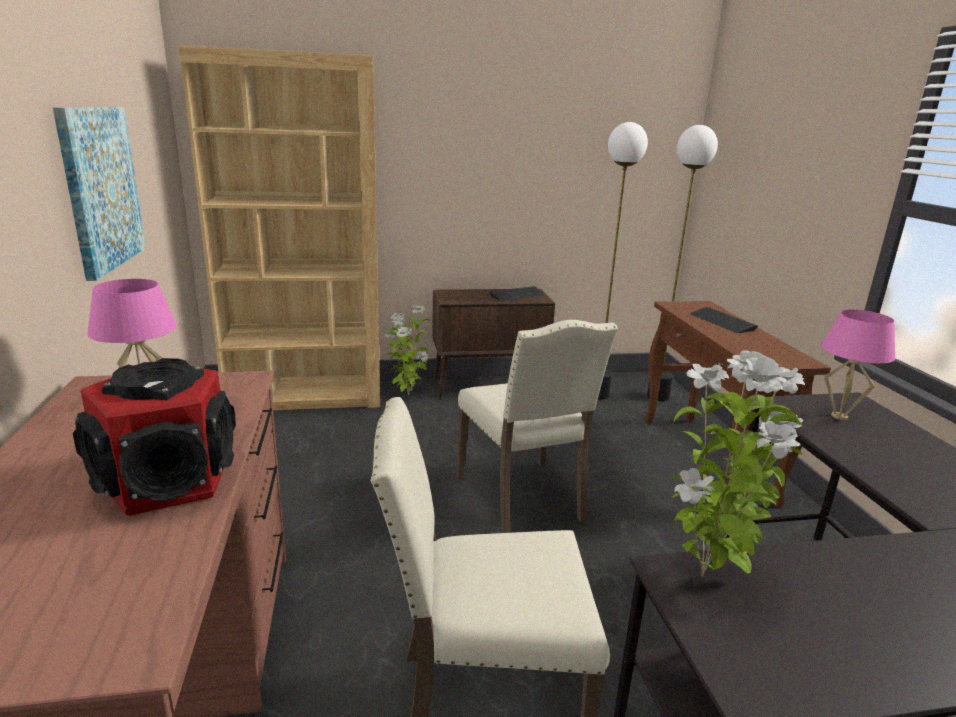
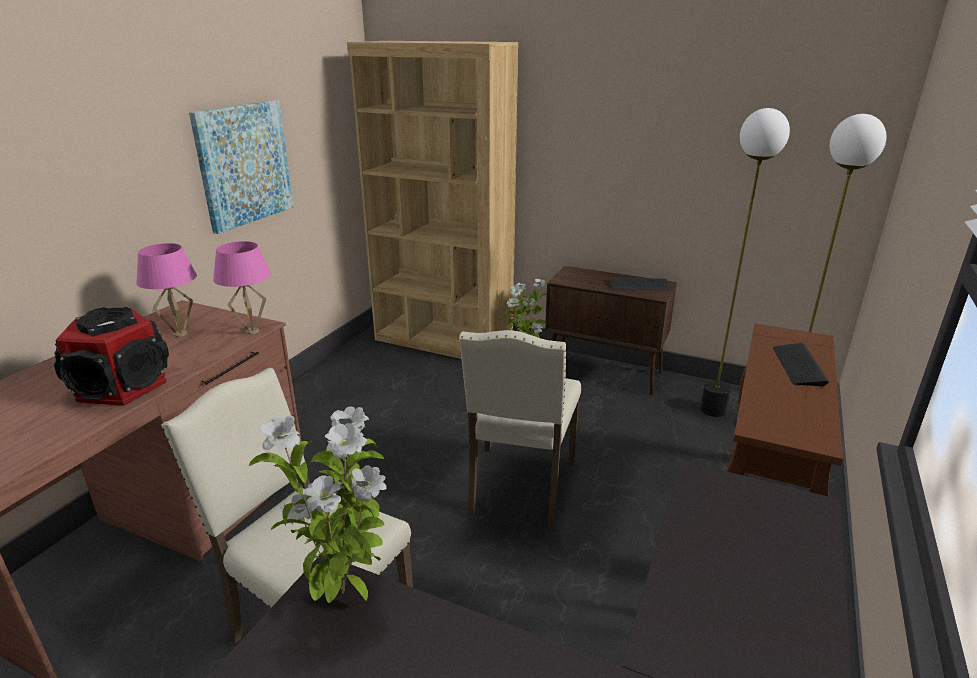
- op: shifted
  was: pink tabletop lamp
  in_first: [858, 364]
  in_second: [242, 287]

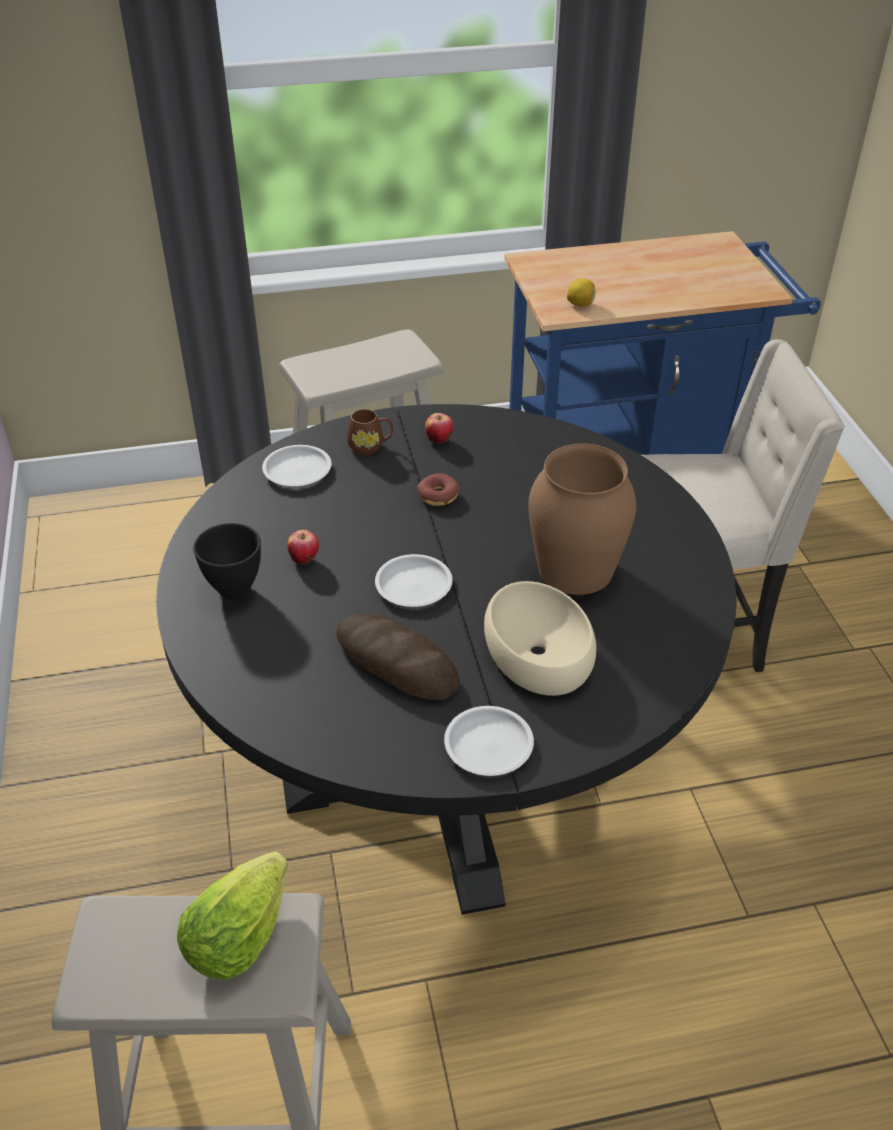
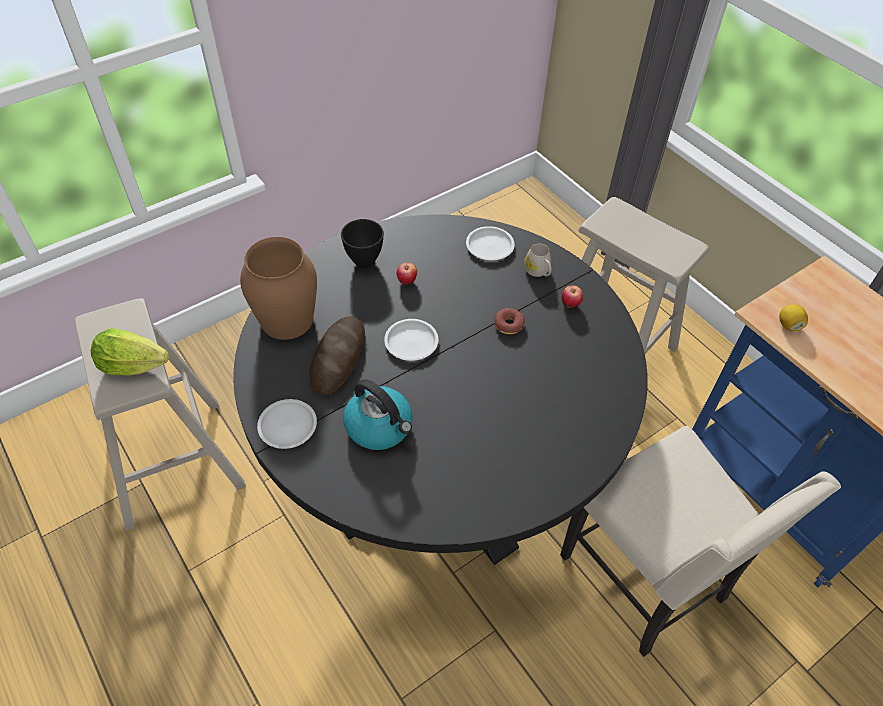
- op: shifted
  was: brown decorative vase
  in_first: [582, 519]
  in_second: [278, 288]
- op: swapped
  was: beige serving bowl
  now: tea kettle
  in_first: [540, 638]
  in_second: [378, 414]
- op: repainted
  was: brown mug
  now: white mug
  in_first: [370, 432]
  in_second: [537, 260]

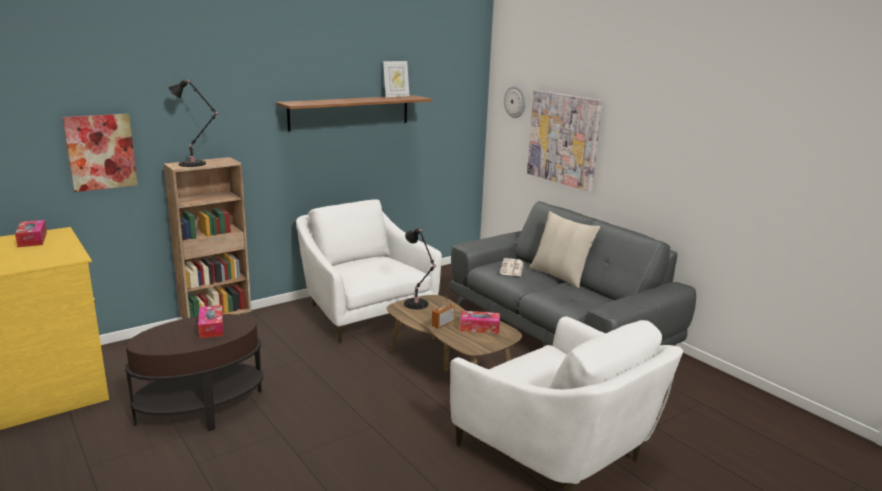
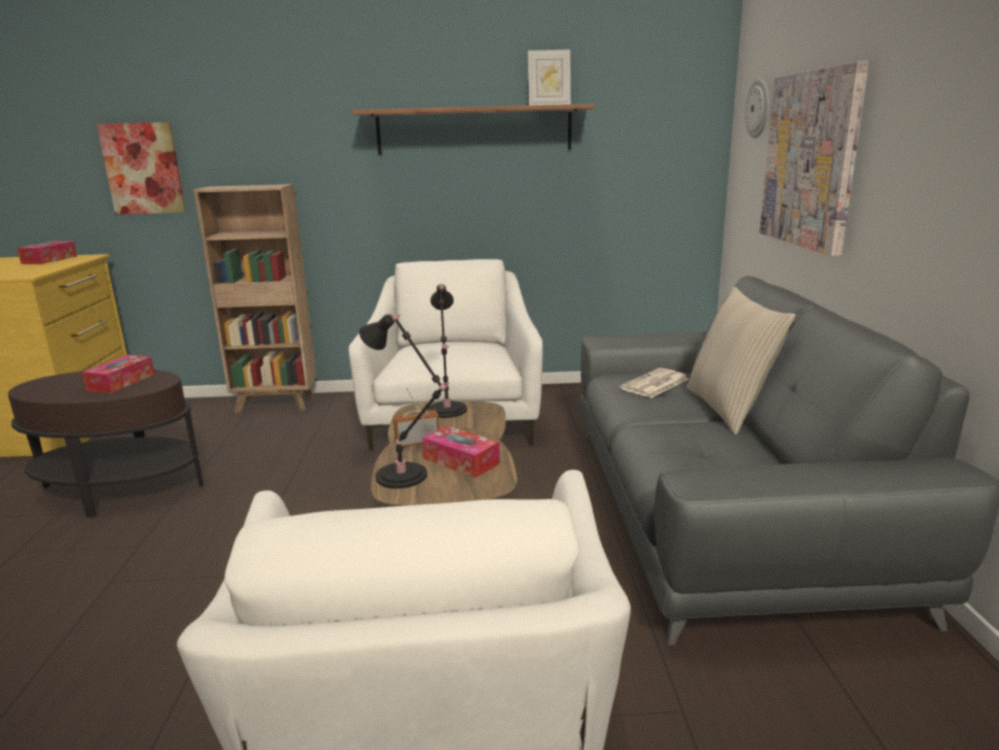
- op: shifted
  was: black tabletop lamp
  in_first: [193, 123]
  in_second: [404, 401]

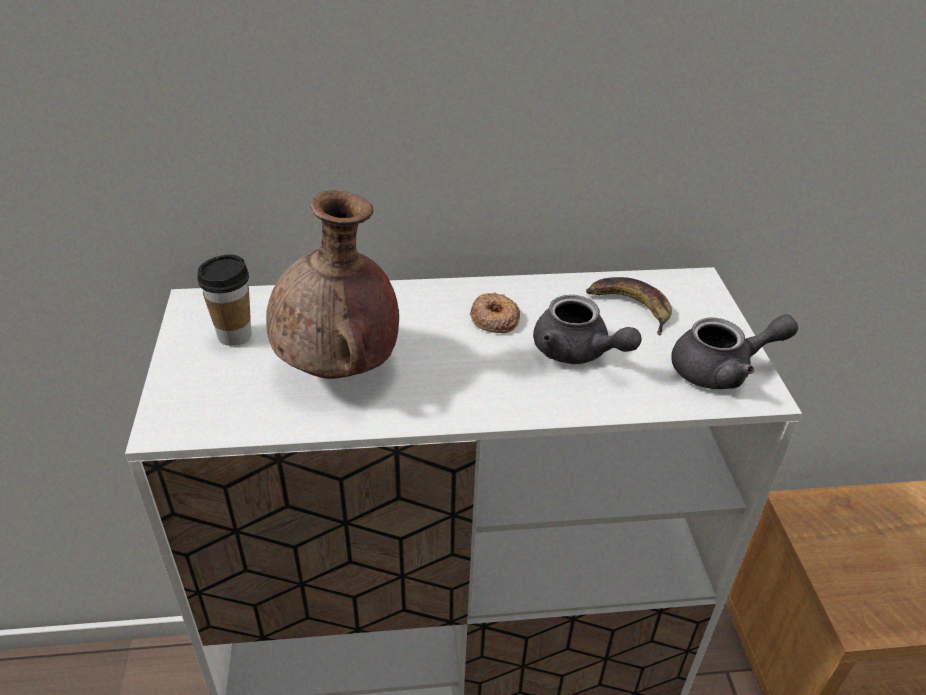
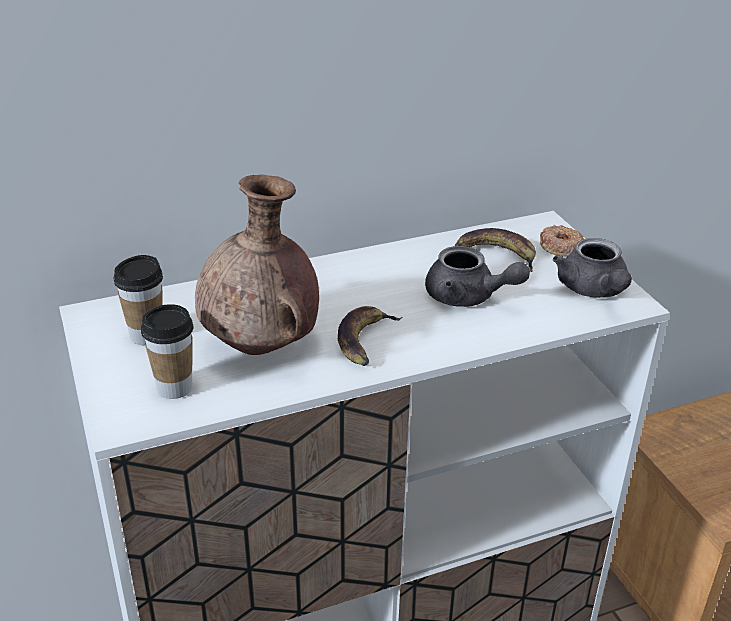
- op: new
  now: drinking cup
  in_second: [167, 351]
- op: new
  now: whole banana
  in_second: [370, 336]
- op: shifted
  was: ring doughnut
  in_first: [495, 312]
  in_second: [562, 241]
- op: rotated
  was: greyish pot for tea
  in_first: [734, 351]
  in_second: [592, 268]
  clockwise: 105

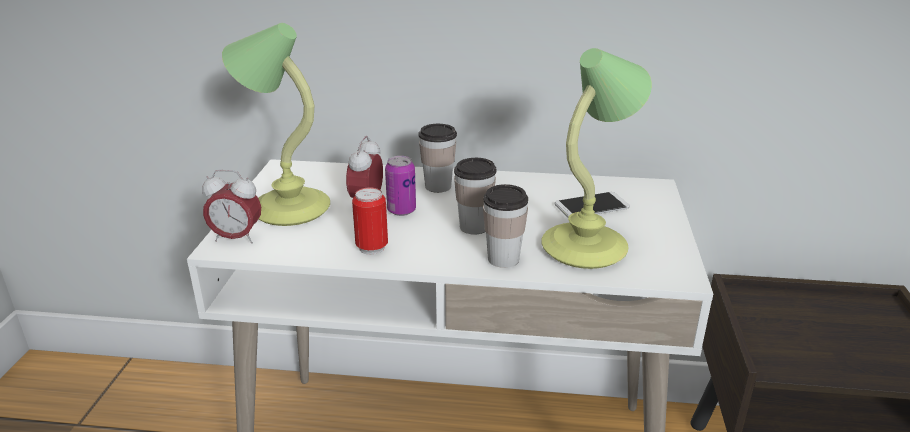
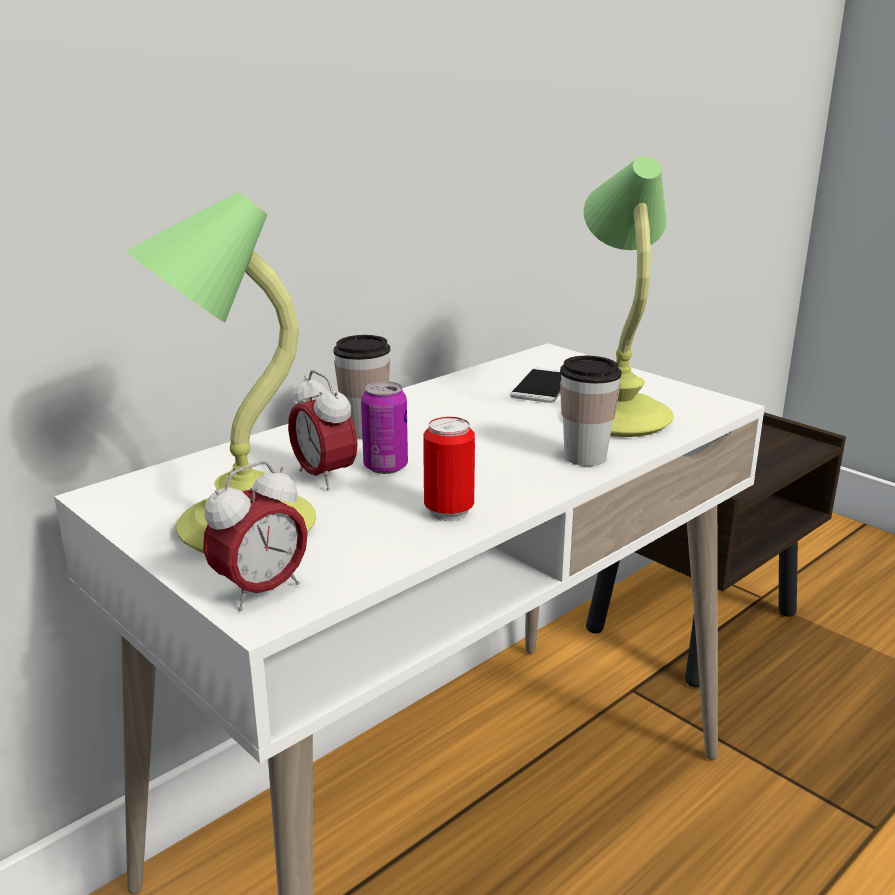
- op: gone
  was: drinking cup
  in_first: [475, 196]

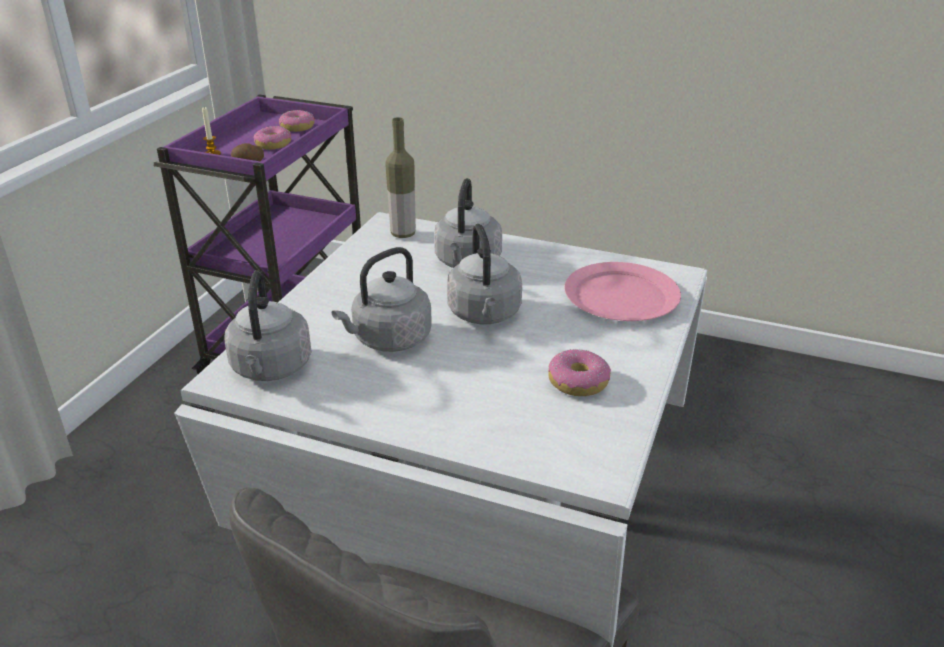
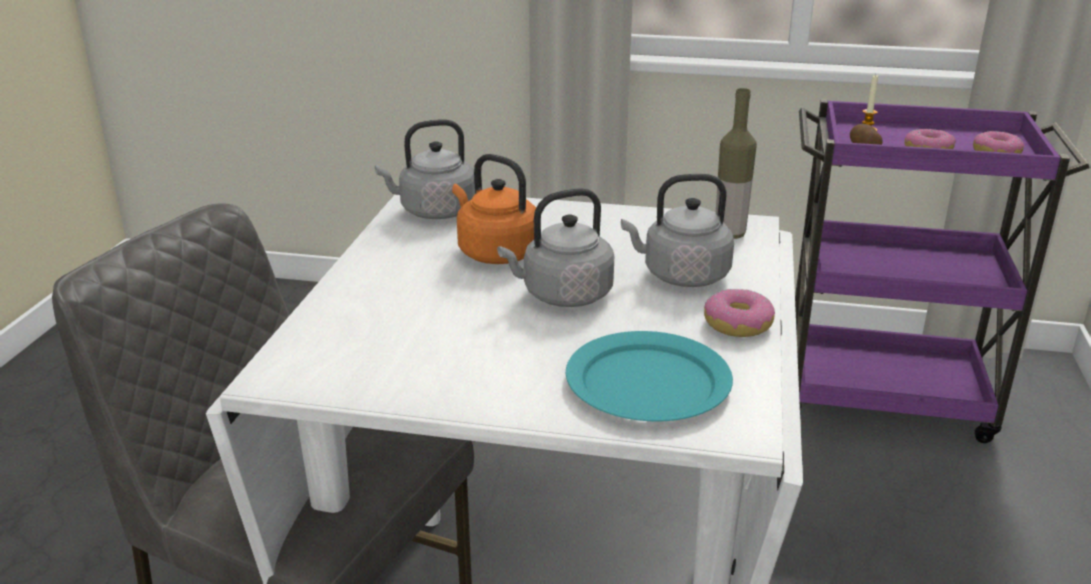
- op: repainted
  was: greyish tea kettle
  now: orange tea kettle
  in_first: [382, 299]
  in_second: [494, 209]
- op: repainted
  was: pink dinner plate
  now: turquoise-coloured dinner plate
  in_first: [622, 291]
  in_second: [649, 376]
- op: shifted
  was: ring doughnut
  in_first: [579, 372]
  in_second: [739, 313]

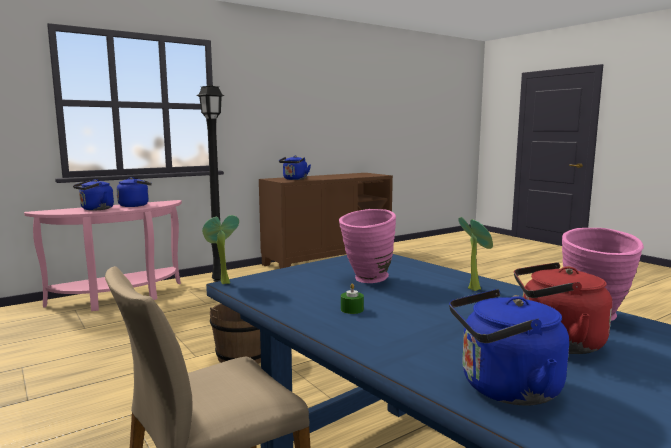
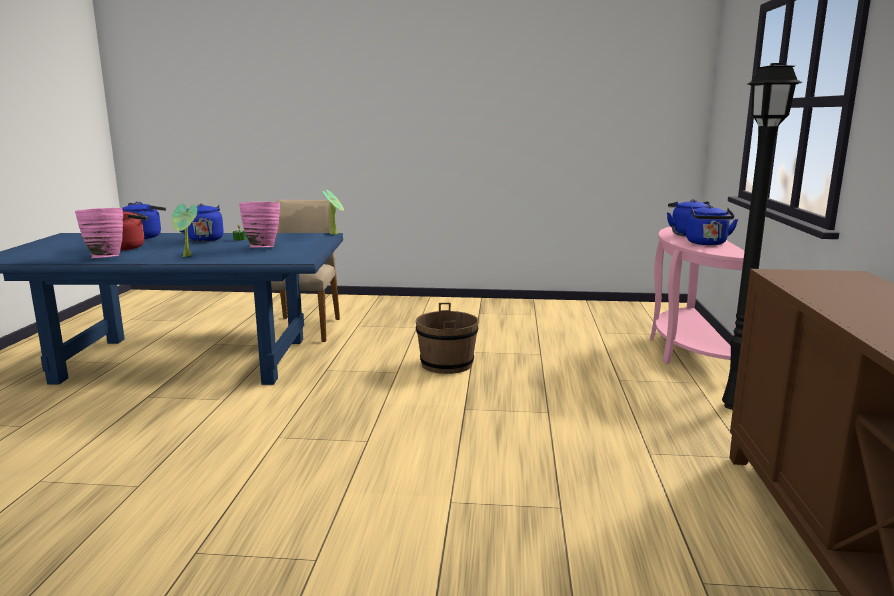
- op: shifted
  was: blue tea kettle
  in_first: [295, 168]
  in_second: [202, 222]

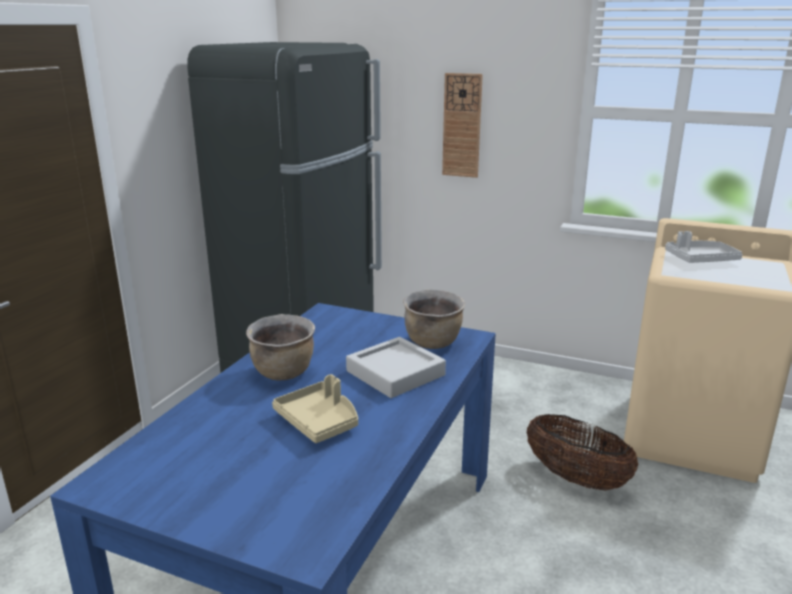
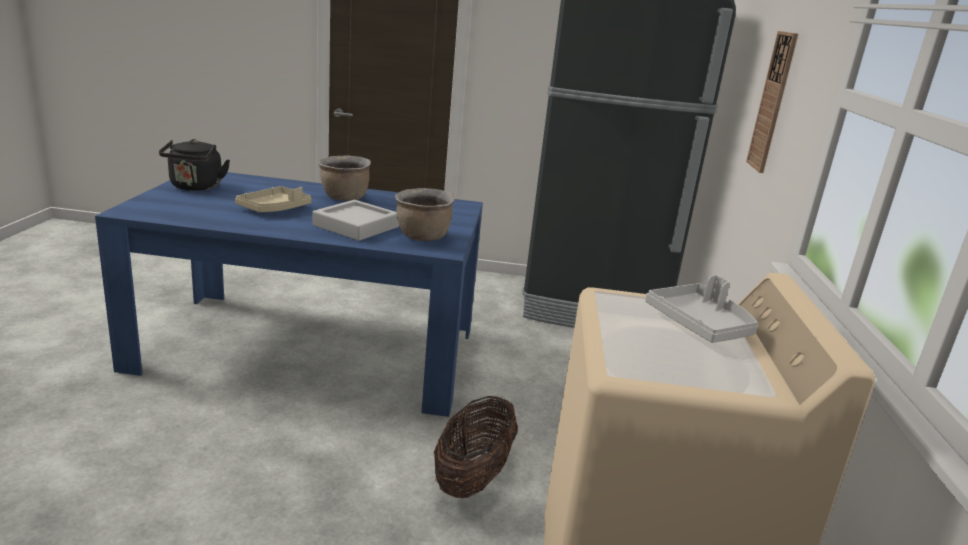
- op: new
  now: black tea kettle
  in_second: [194, 165]

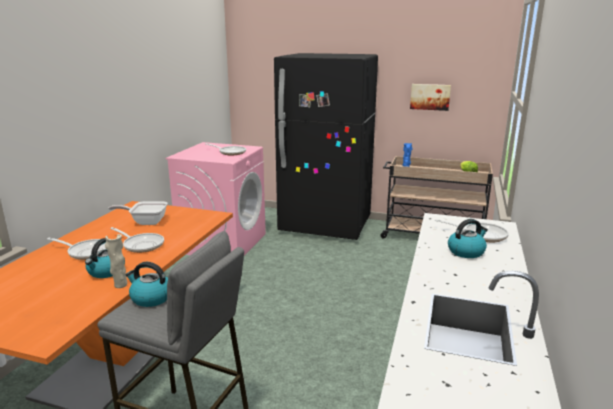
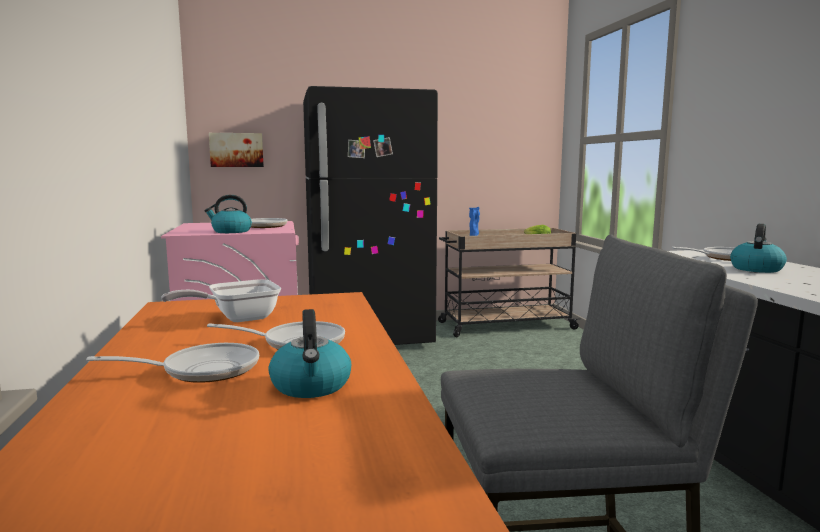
- op: shifted
  was: tea kettle
  in_first: [146, 284]
  in_second: [228, 214]
- op: shifted
  was: wall art
  in_first: [430, 97]
  in_second: [236, 150]
- op: gone
  was: beige decorative vase
  in_first: [116, 261]

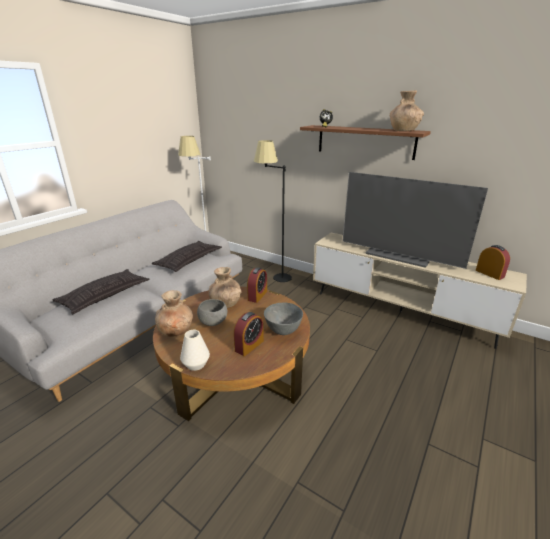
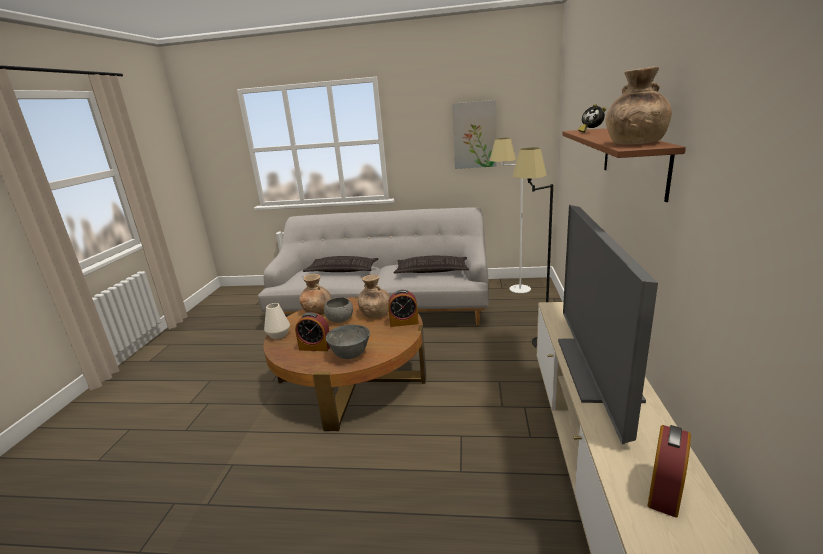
- op: new
  now: wall art
  in_second: [474, 134]

